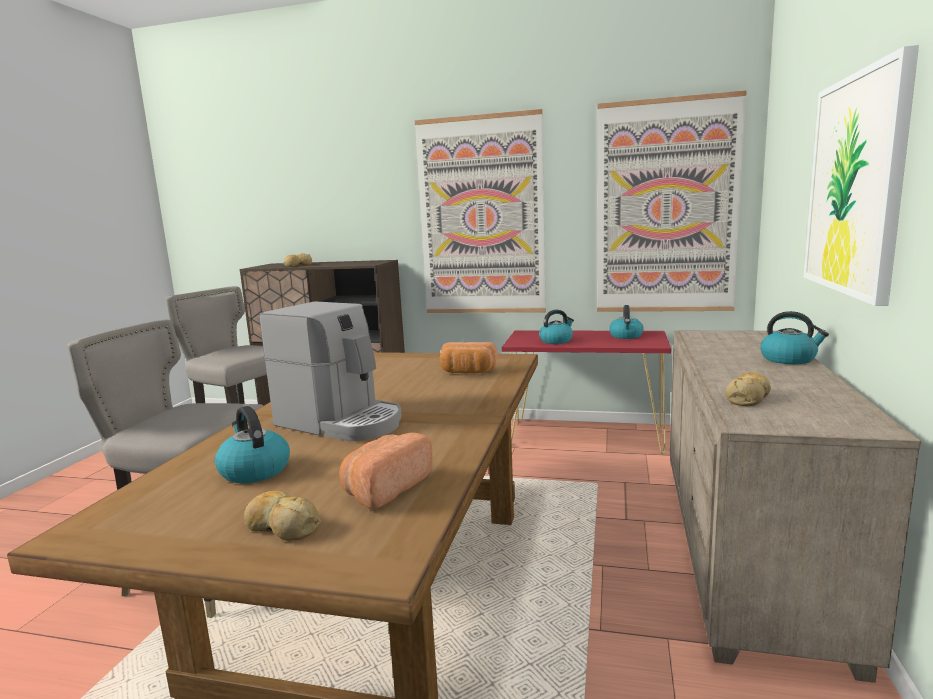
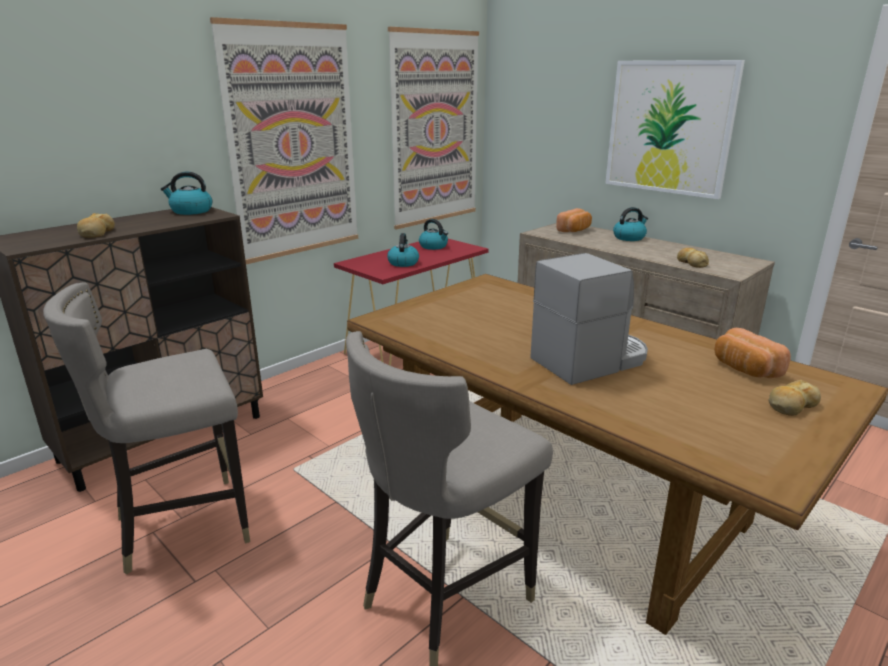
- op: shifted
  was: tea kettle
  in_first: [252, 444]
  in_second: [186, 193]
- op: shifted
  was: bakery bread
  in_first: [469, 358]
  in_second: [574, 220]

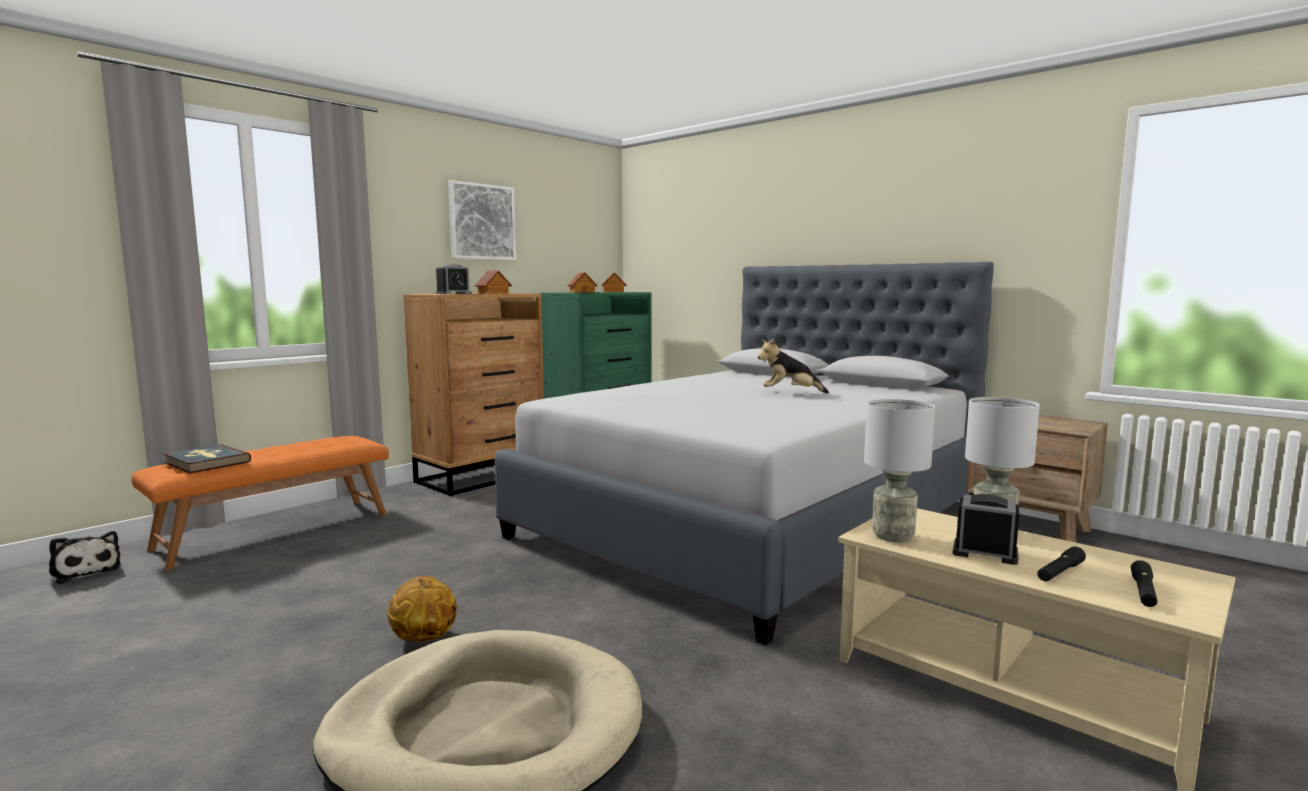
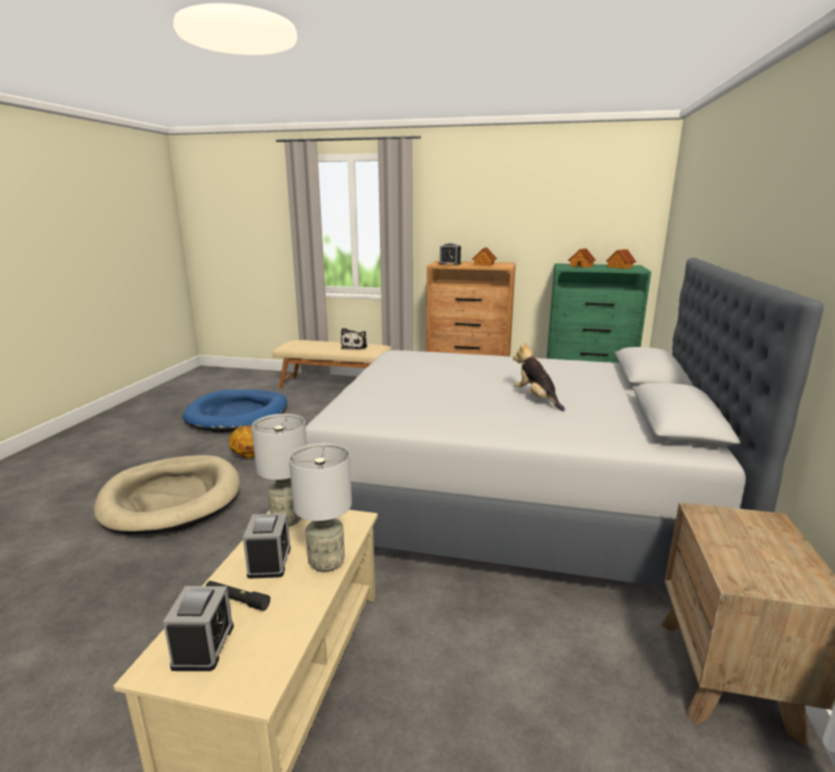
- op: swapped
  was: black hand torch
  now: alarm clock
  in_first: [1144, 583]
  in_second: [198, 628]
- op: new
  now: blue dog bed
  in_second: [234, 411]
- op: repainted
  was: orange indoor bench
  now: beige indoor bench
  in_first: [260, 503]
  in_second: [332, 364]
- op: shifted
  was: plush toy
  in_first: [85, 557]
  in_second: [354, 339]
- op: gone
  was: volume
  in_first: [207, 458]
- op: gone
  was: wall art
  in_first: [482, 220]

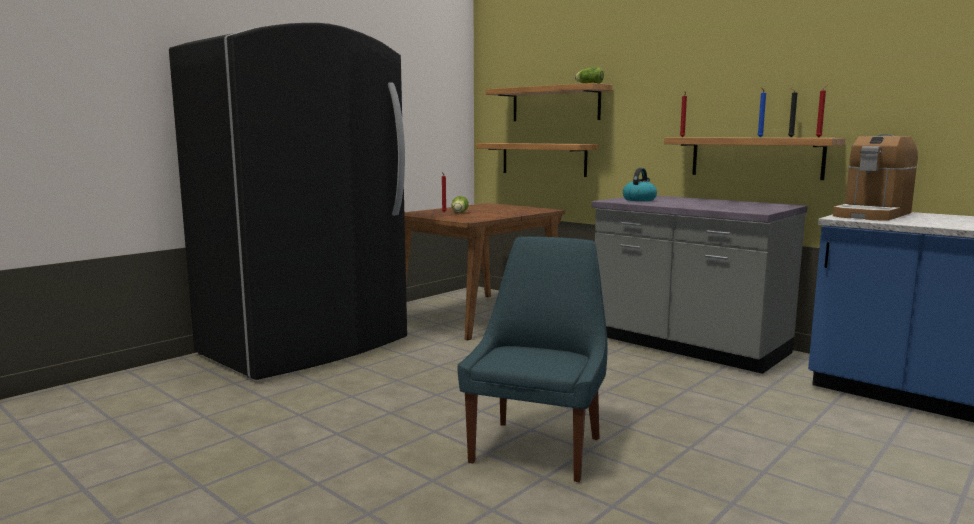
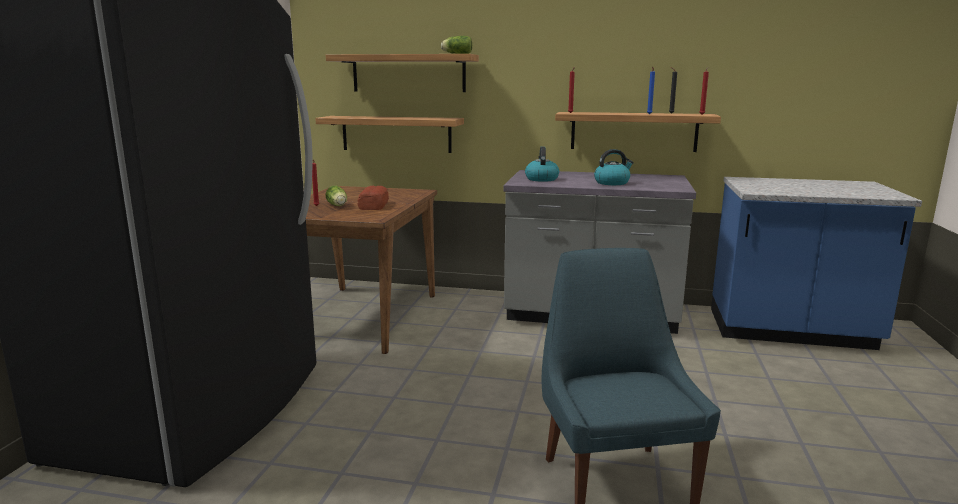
- op: new
  now: bakery bread
  in_second: [373, 198]
- op: new
  now: tea kettle
  in_second: [614, 167]
- op: gone
  was: coffee maker
  in_first: [875, 177]

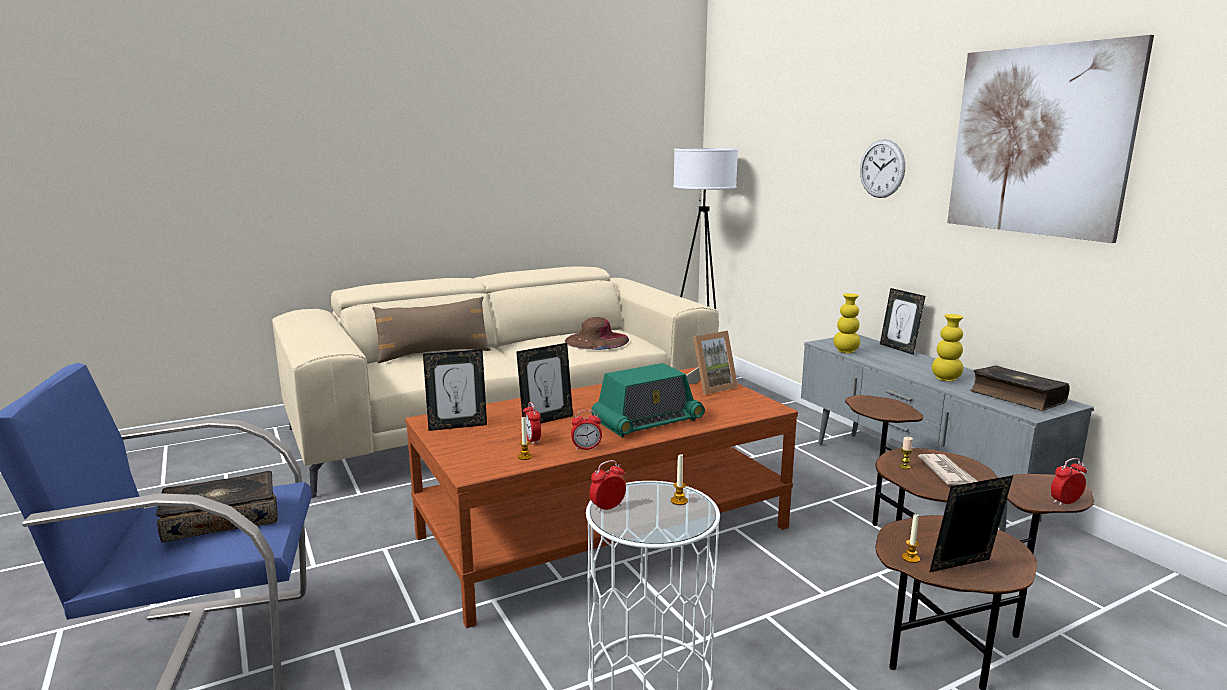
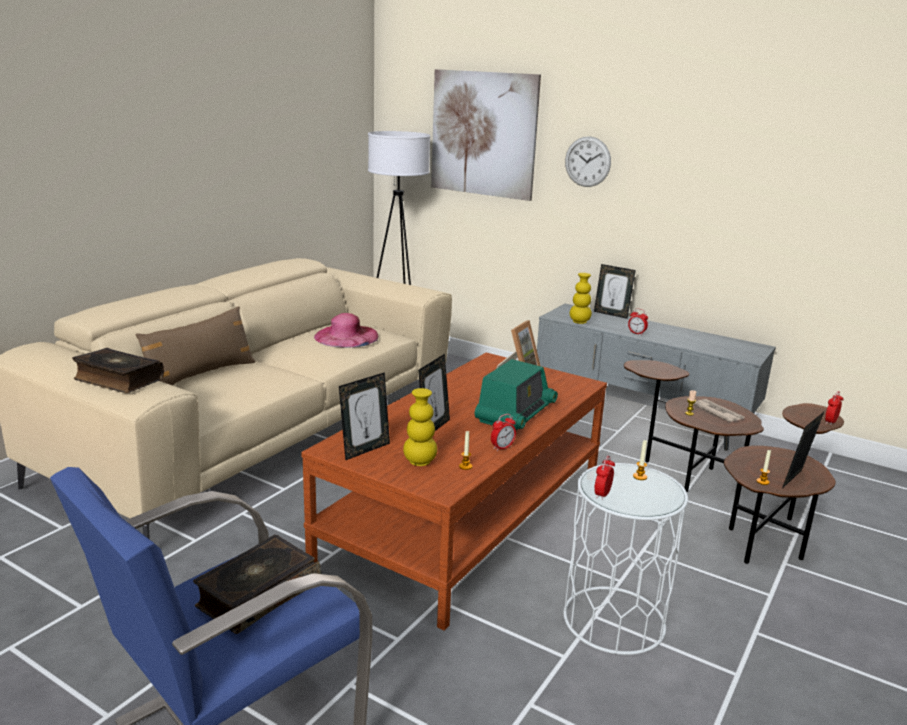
- op: shifted
  was: volume
  in_first: [1020, 388]
  in_second: [118, 370]
- op: repainted
  was: brown wearable hat
  now: pink wearable hat
  in_first: [597, 333]
  in_second: [346, 330]
- op: shifted
  was: yellow decorative vase
  in_first: [947, 347]
  in_second: [420, 427]
- op: shifted
  was: wall art
  in_first: [1050, 139]
  in_second: [486, 135]
- op: shifted
  was: alarm clock
  in_first: [532, 423]
  in_second: [638, 322]

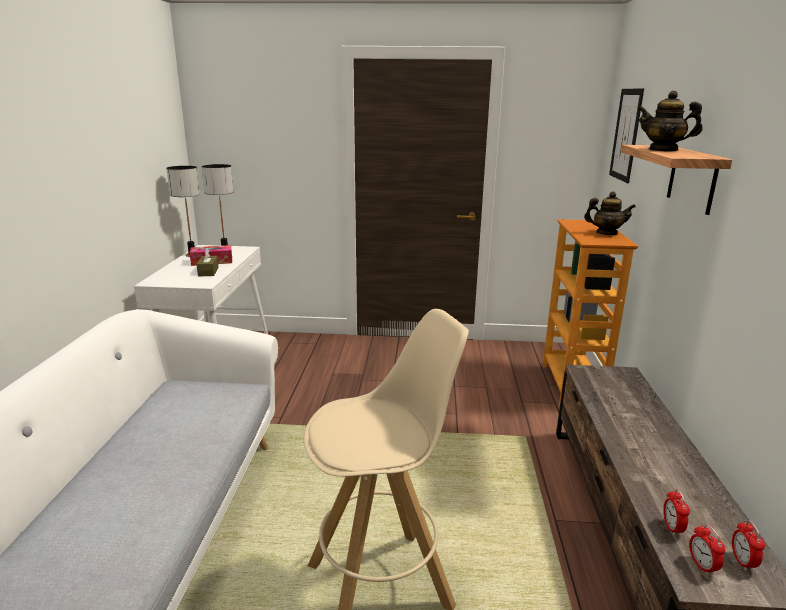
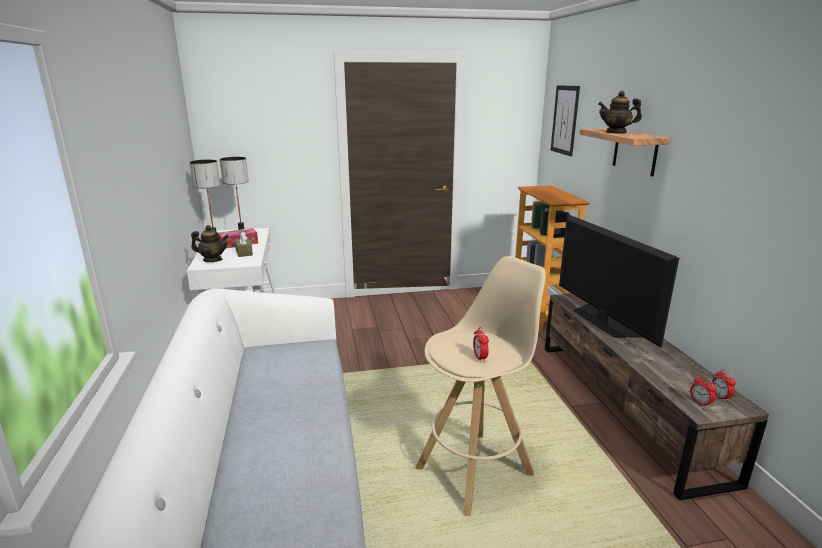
- op: shifted
  was: pot for tea
  in_first: [610, 213]
  in_second: [210, 243]
- op: shifted
  was: alarm clock
  in_first: [676, 512]
  in_second: [481, 344]
- op: new
  now: TV set
  in_second: [619, 281]

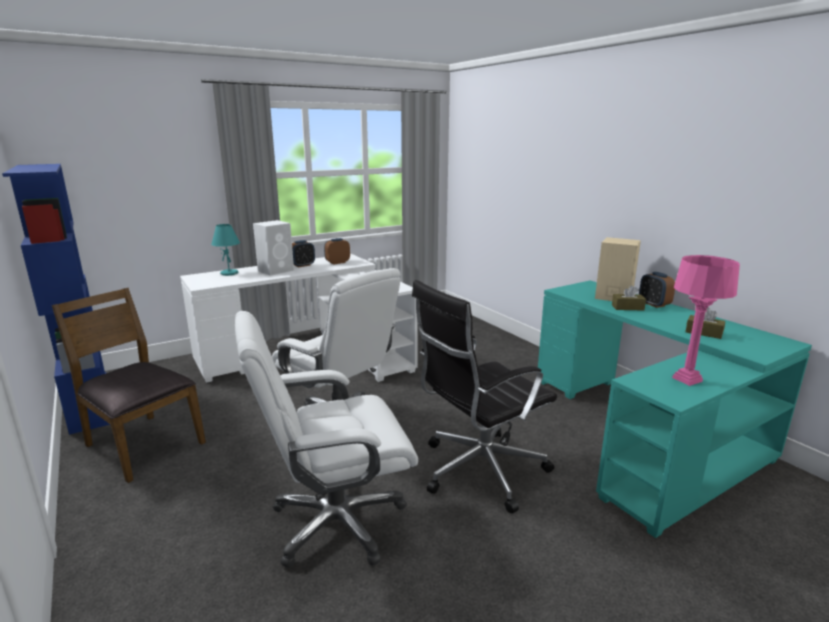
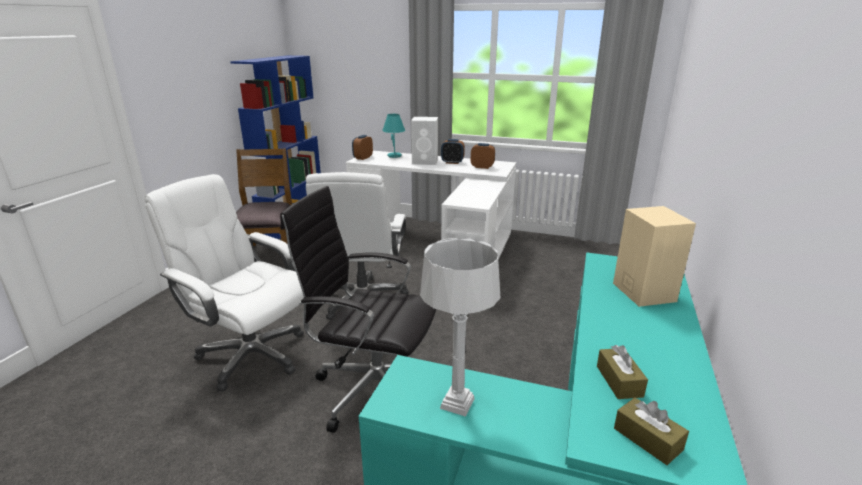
- op: shifted
  was: alarm clock
  in_first: [657, 290]
  in_second: [362, 147]
- op: repainted
  was: pink tabletop lamp
  now: greyish tabletop lamp
  in_first: [706, 320]
  in_second: [460, 327]
- op: shifted
  was: brown tissue box
  in_first: [629, 297]
  in_second: [651, 431]

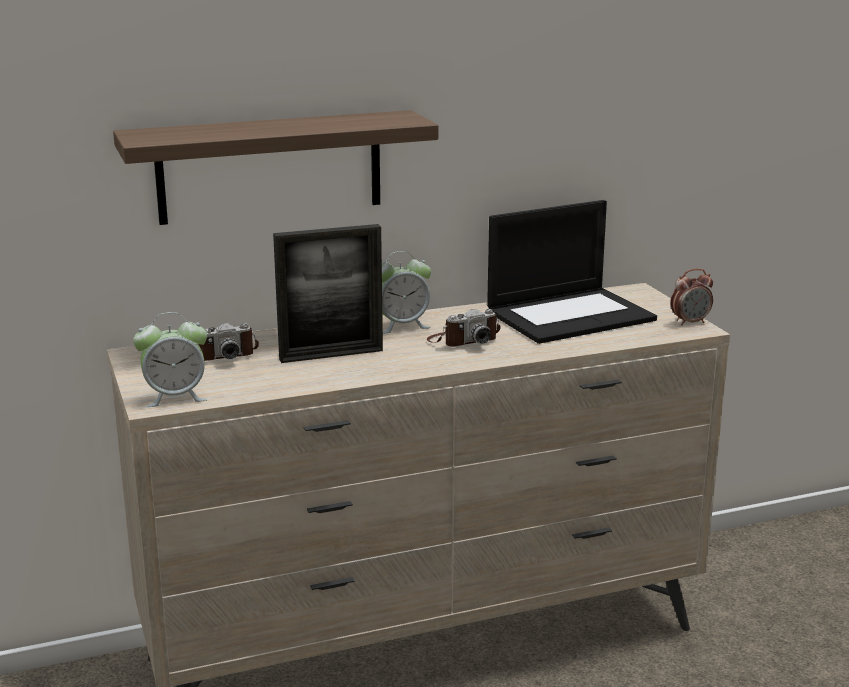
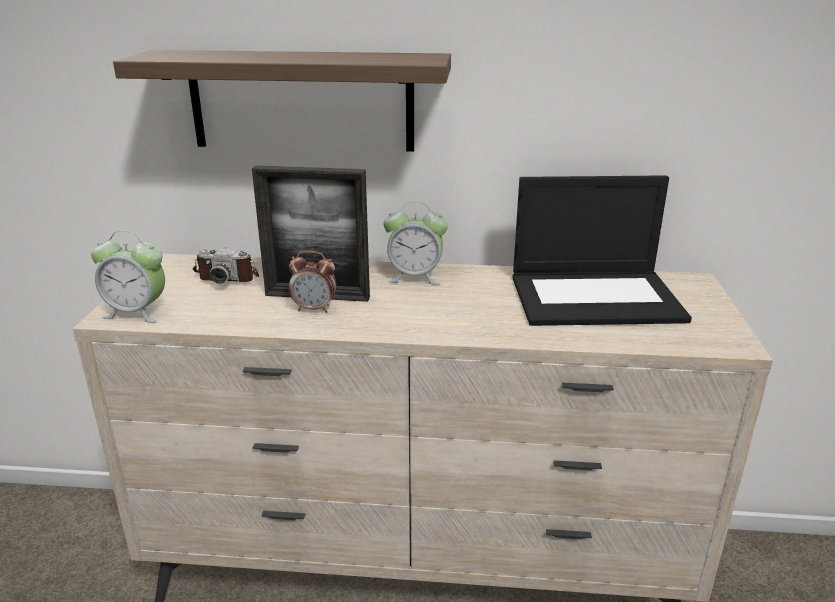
- op: shifted
  was: alarm clock
  in_first: [691, 297]
  in_second: [312, 282]
- op: gone
  was: photo camera
  in_first: [464, 328]

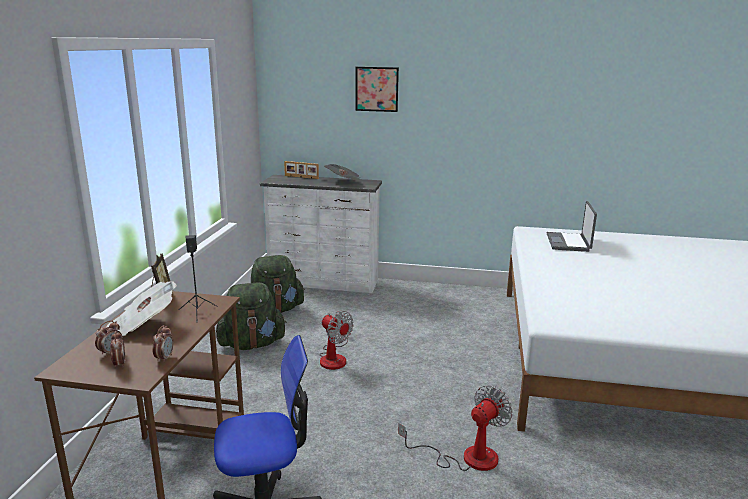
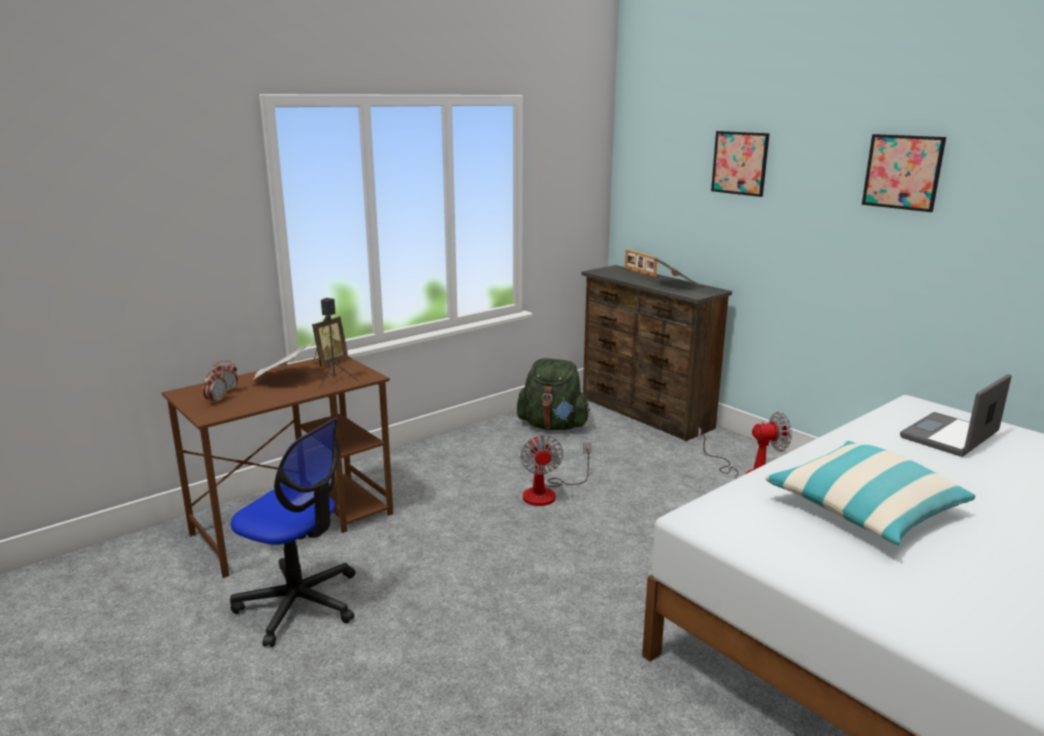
- op: repainted
  was: white chest of drawers
  now: brown chest of drawers
  in_first: [321, 234]
  in_second: [657, 353]
- op: shifted
  was: fan
  in_first: [455, 428]
  in_second: [745, 445]
- op: new
  now: pillow
  in_second: [870, 493]
- op: new
  now: wall art
  in_second: [904, 173]
- op: gone
  was: alarm clock
  in_first: [163, 344]
- op: gone
  was: green-coloured knapsack
  in_first: [251, 316]

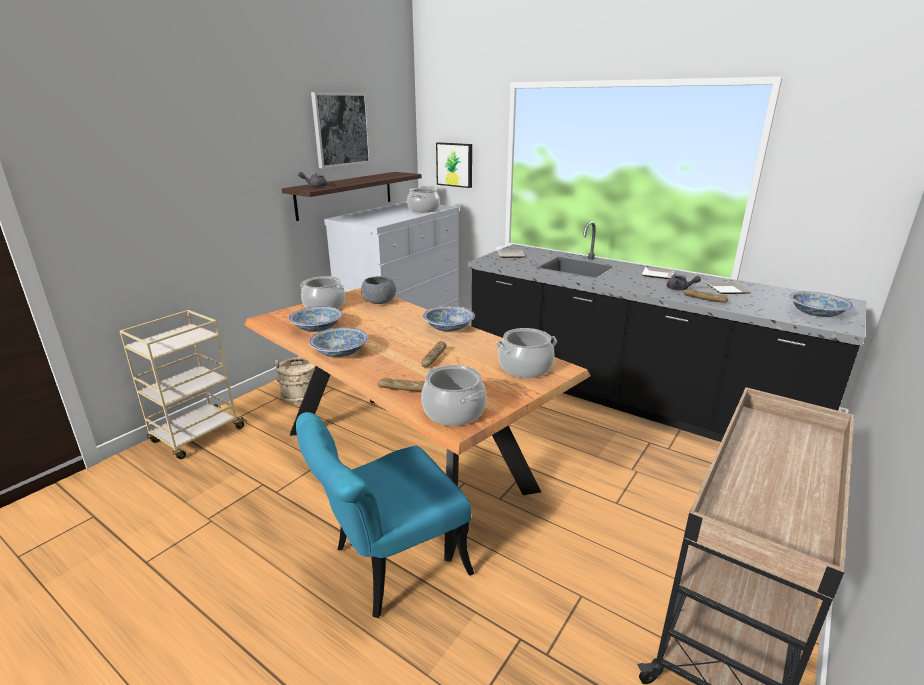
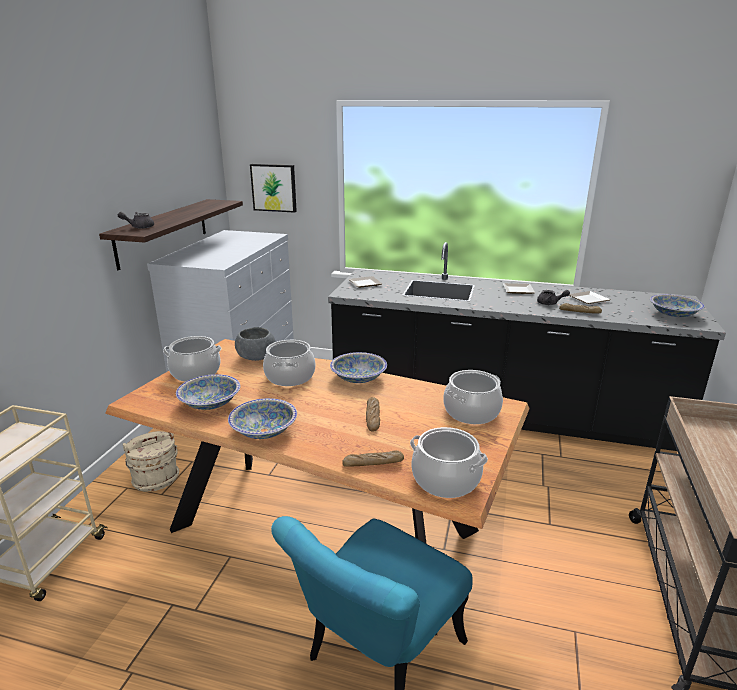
- op: shifted
  was: cooking pot
  in_first: [423, 200]
  in_second: [289, 363]
- op: gone
  was: wall art
  in_first: [341, 130]

